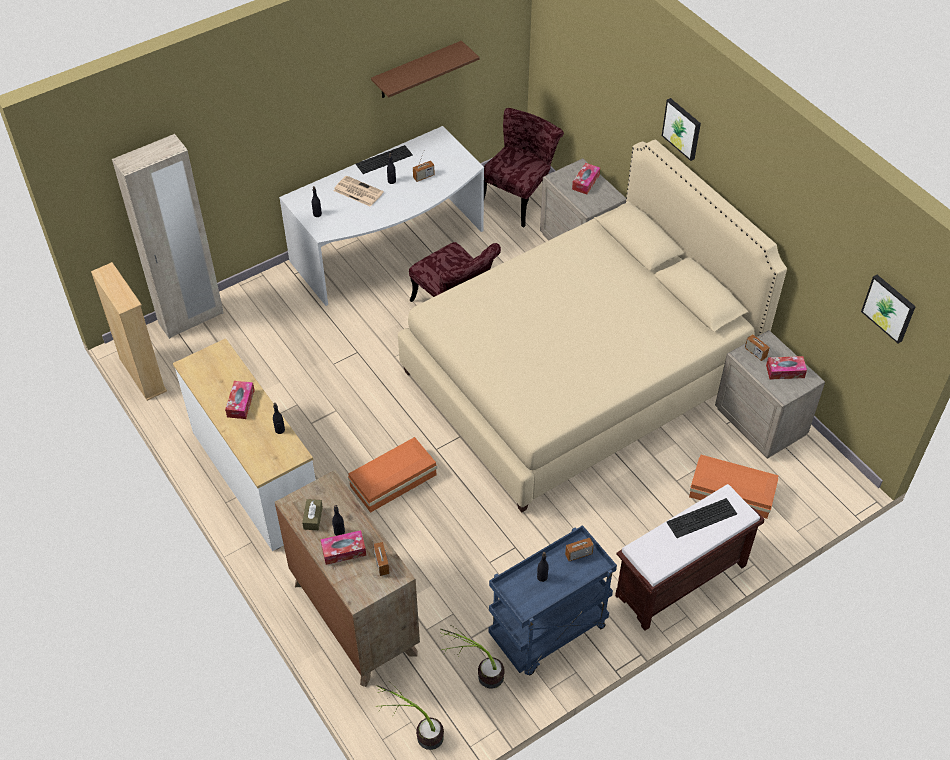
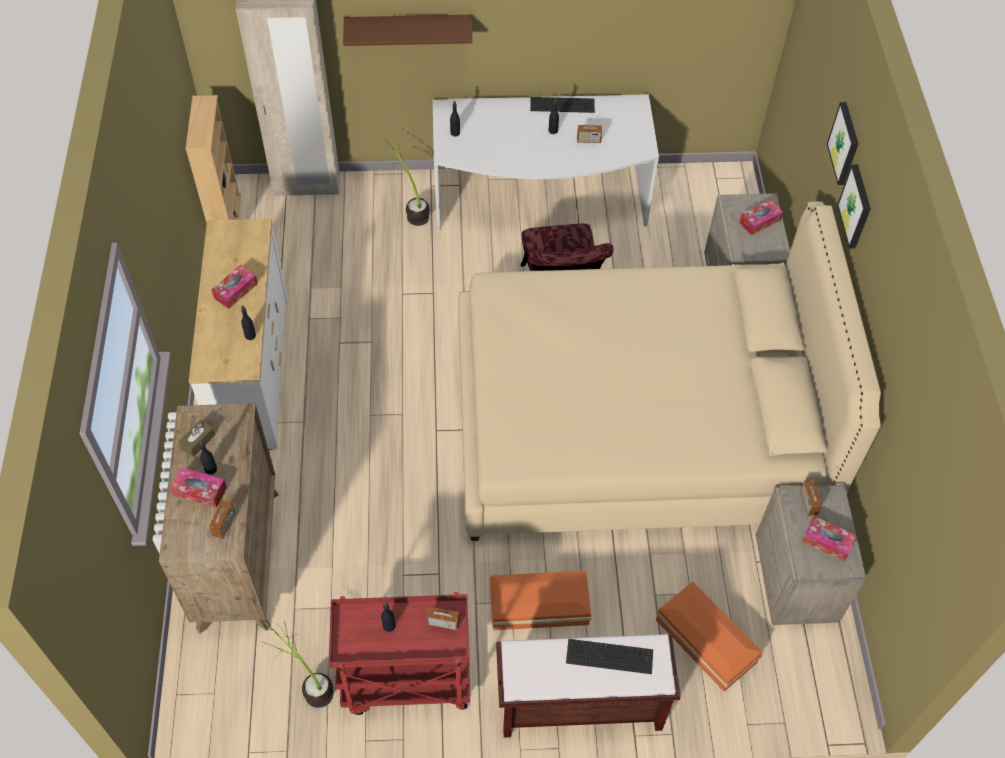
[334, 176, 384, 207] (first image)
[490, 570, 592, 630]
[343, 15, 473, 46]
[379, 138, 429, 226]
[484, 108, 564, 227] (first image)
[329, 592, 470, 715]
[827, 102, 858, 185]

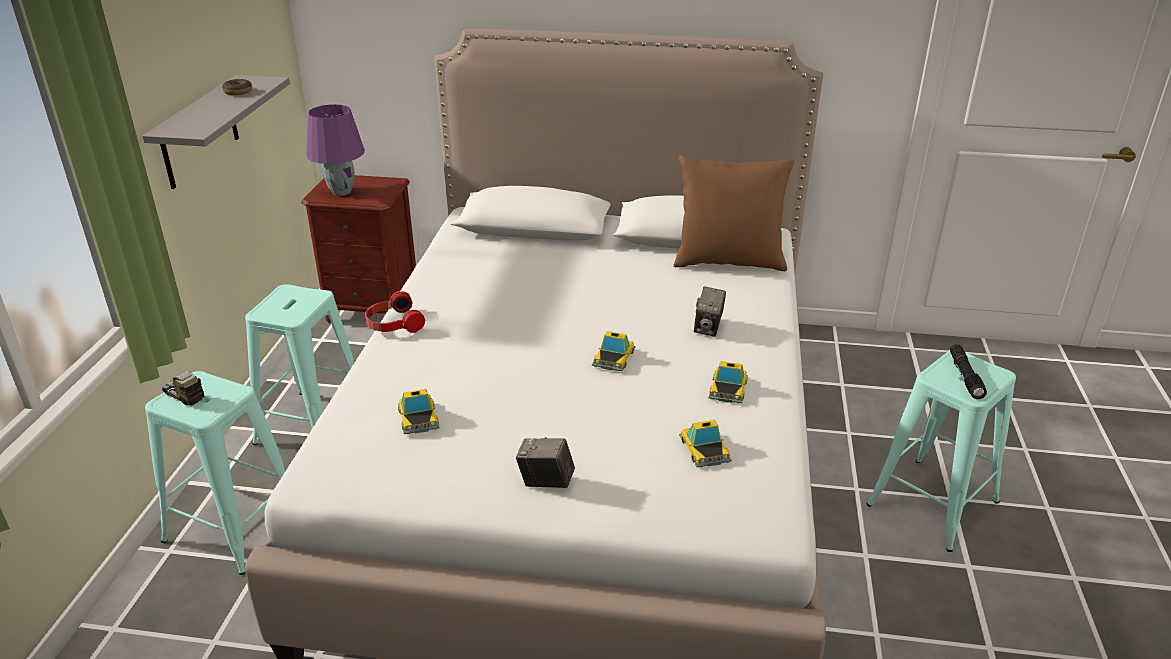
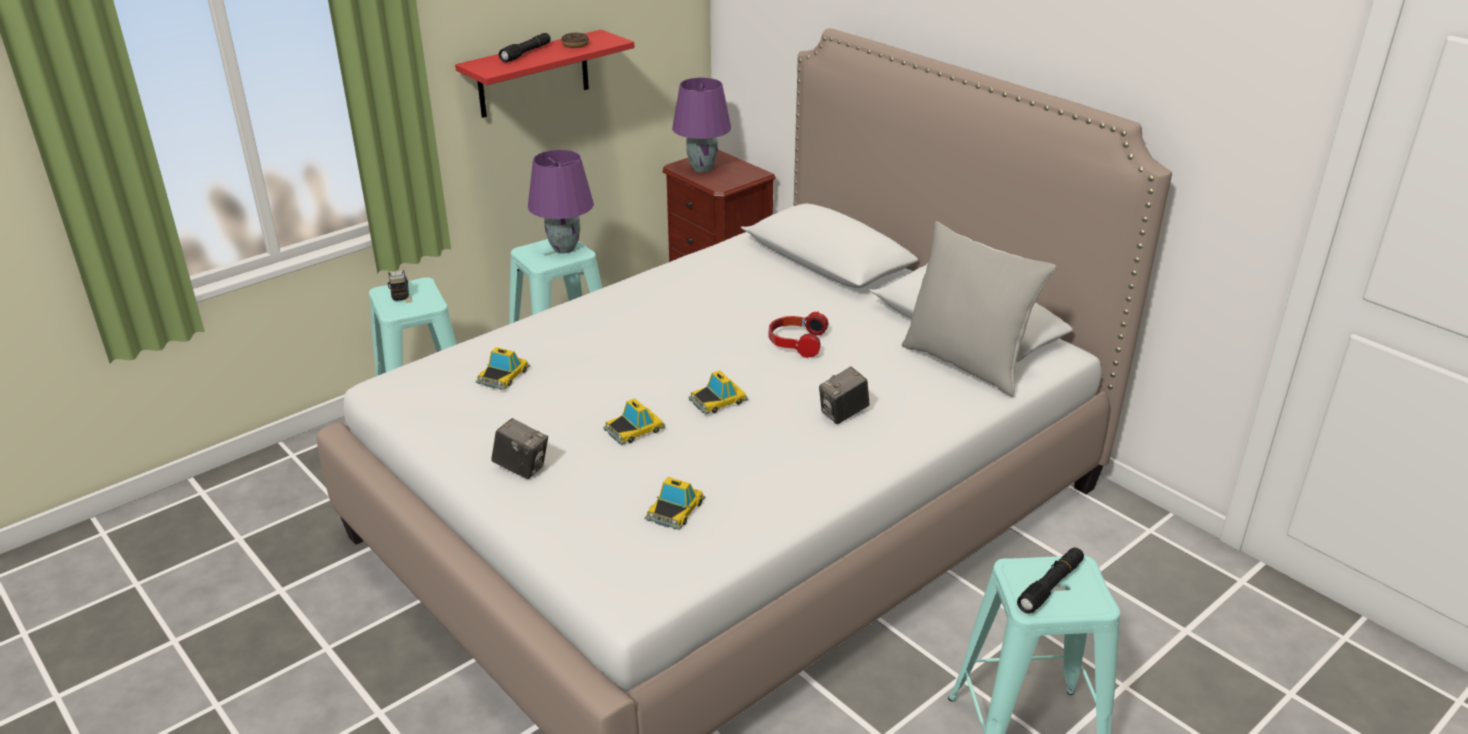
[455, 30, 635, 118]
[769, 312, 829, 358]
[491, 418, 548, 479]
[902, 221, 1056, 397]
[603, 398, 665, 445]
[499, 33, 551, 62]
[528, 150, 594, 253]

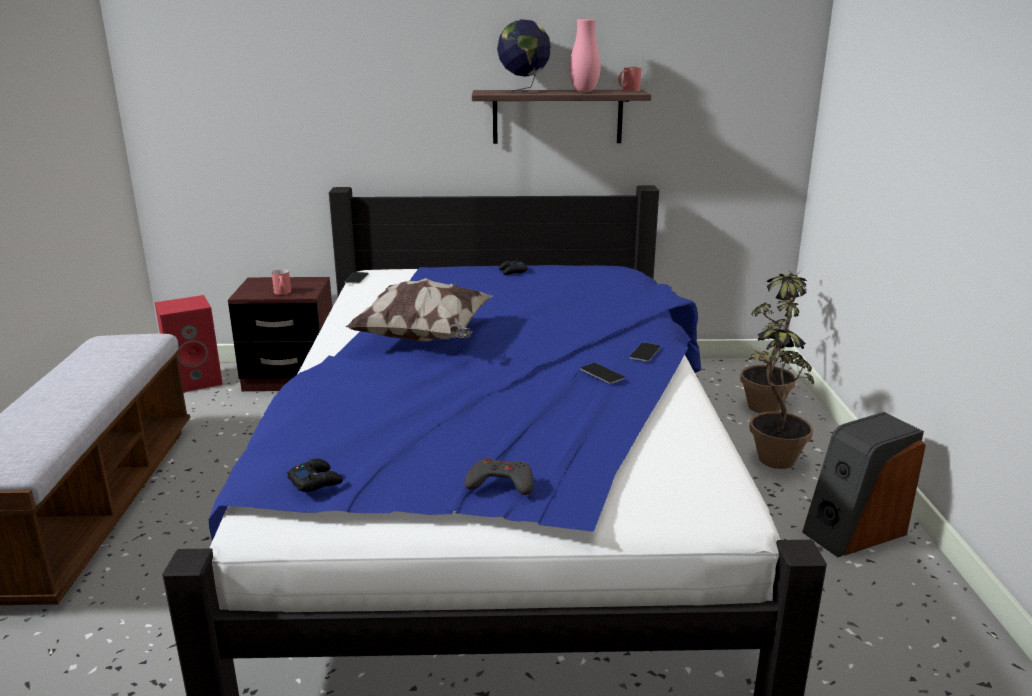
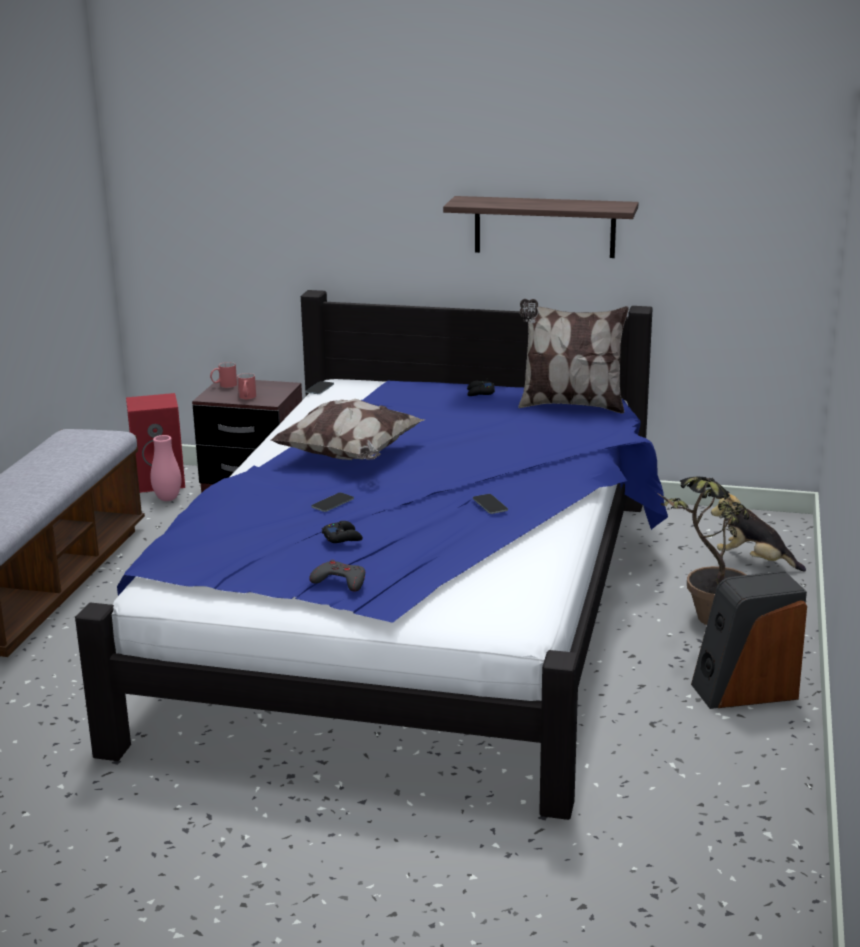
[322, 521, 363, 543]
[497, 19, 551, 94] (first image)
[151, 435, 181, 501]
[210, 362, 237, 388]
[311, 493, 354, 512]
[711, 493, 806, 572]
[518, 299, 629, 414]

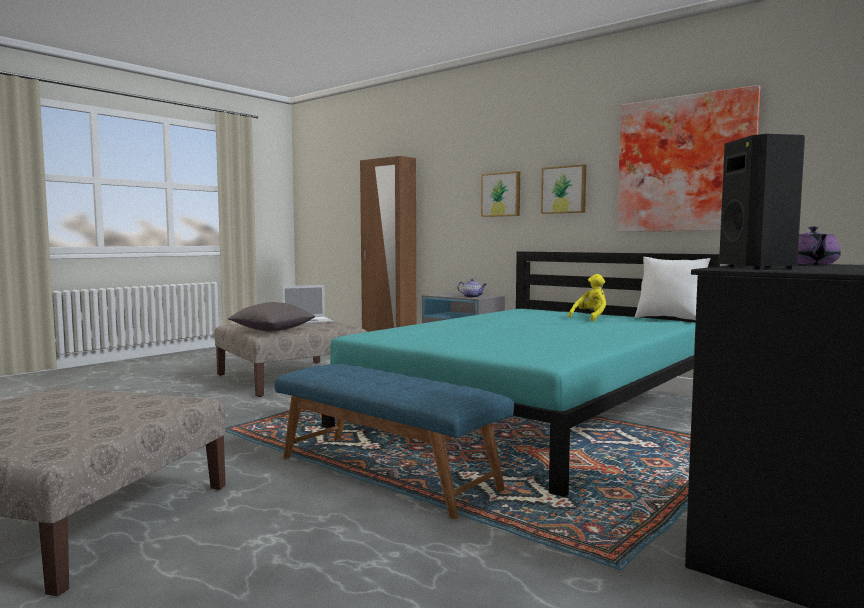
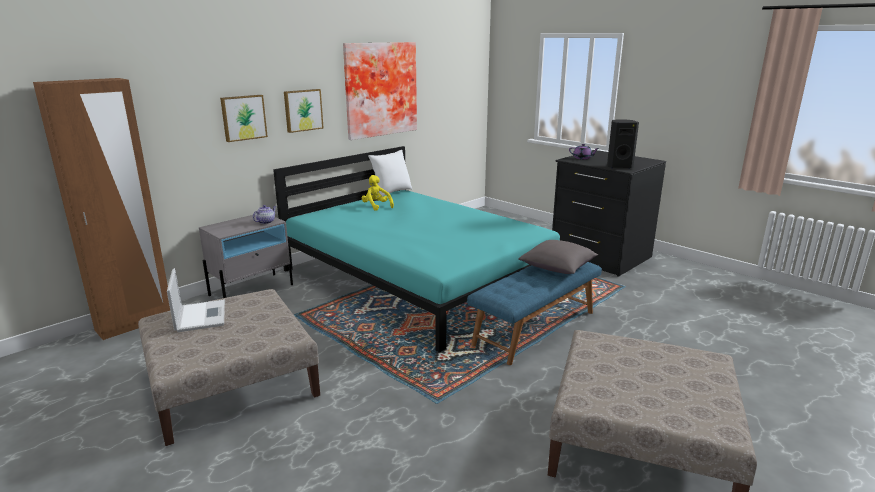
[518, 240, 598, 274]

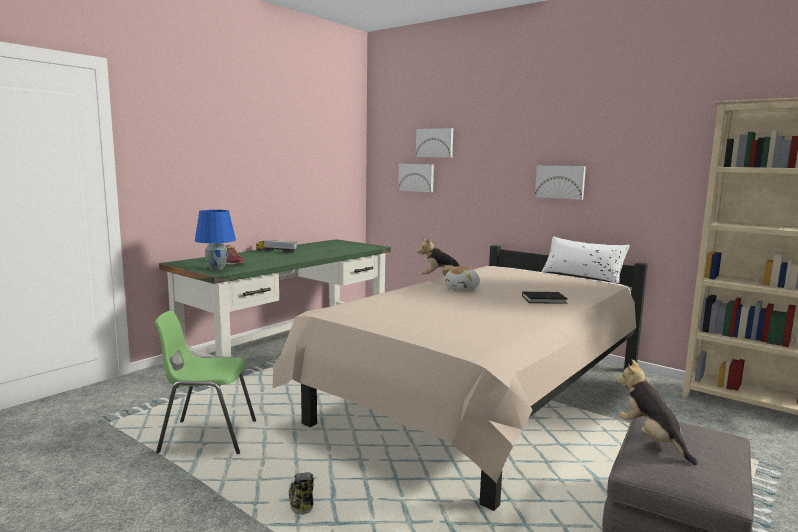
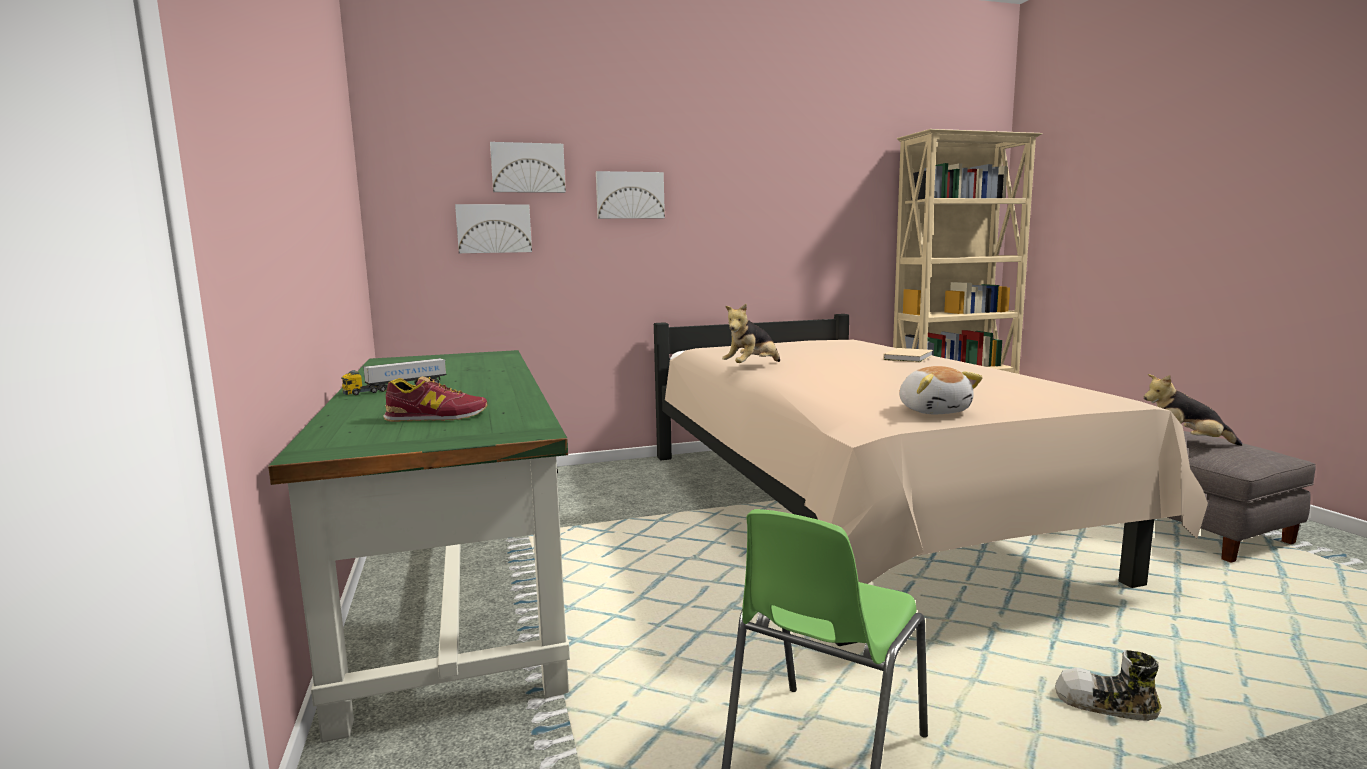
[195, 210, 236, 270] (first image)
[899, 366, 983, 414]
[883, 348, 933, 362]
[596, 171, 665, 219]
[542, 236, 630, 284] (first image)

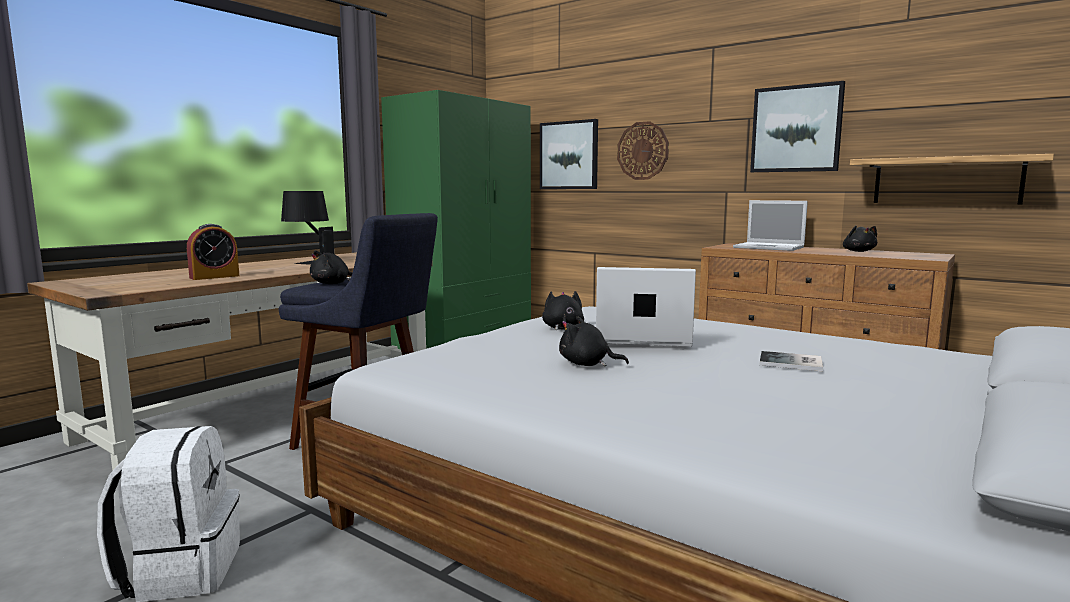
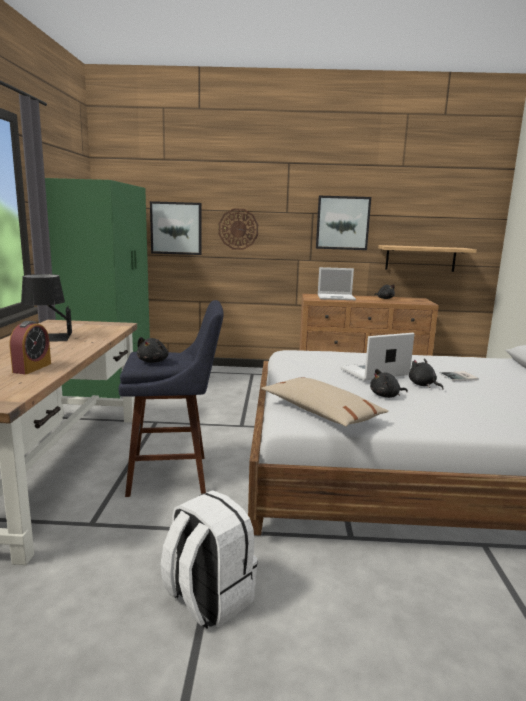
[409, 358, 443, 389]
[261, 378, 389, 427]

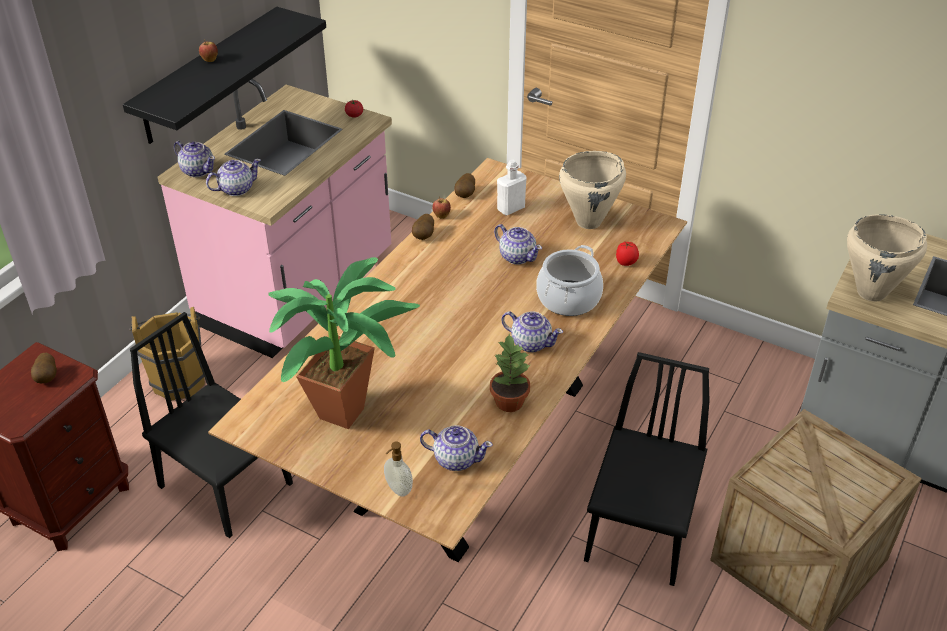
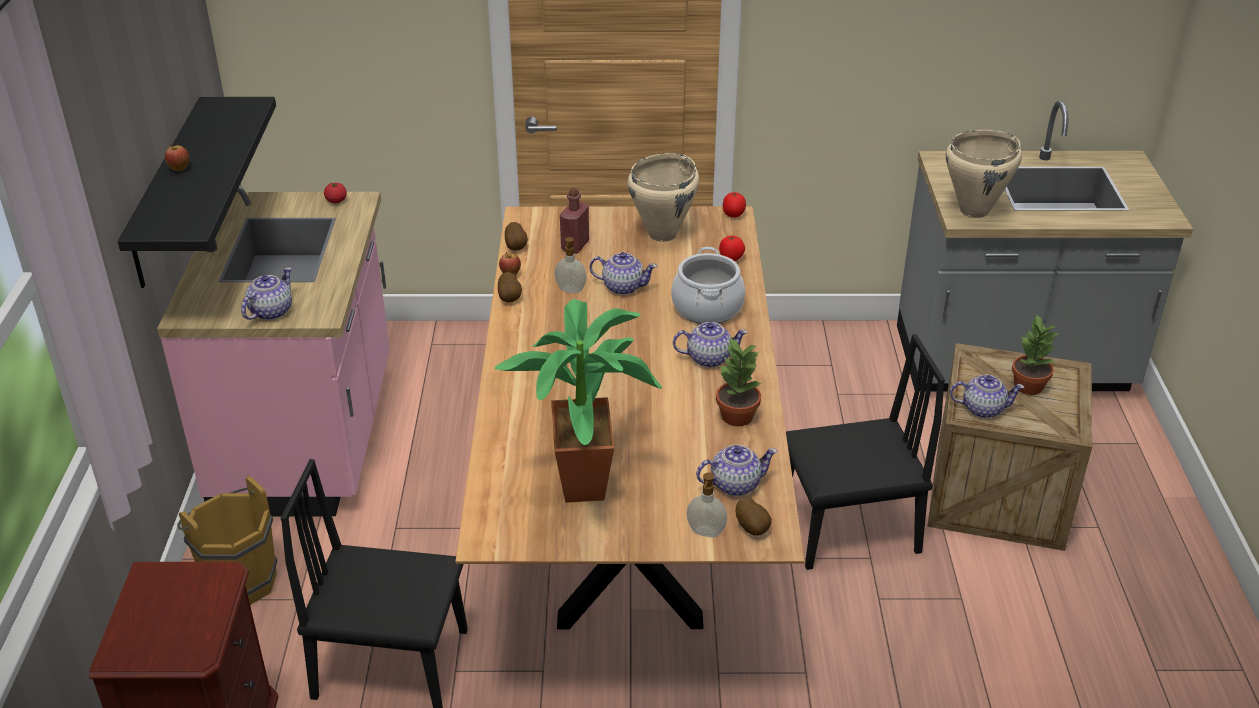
[735, 497, 772, 536]
[950, 375, 1025, 418]
[560, 188, 589, 254]
[786, 334, 945, 570]
[555, 237, 586, 293]
[723, 192, 746, 218]
[1012, 315, 1059, 395]

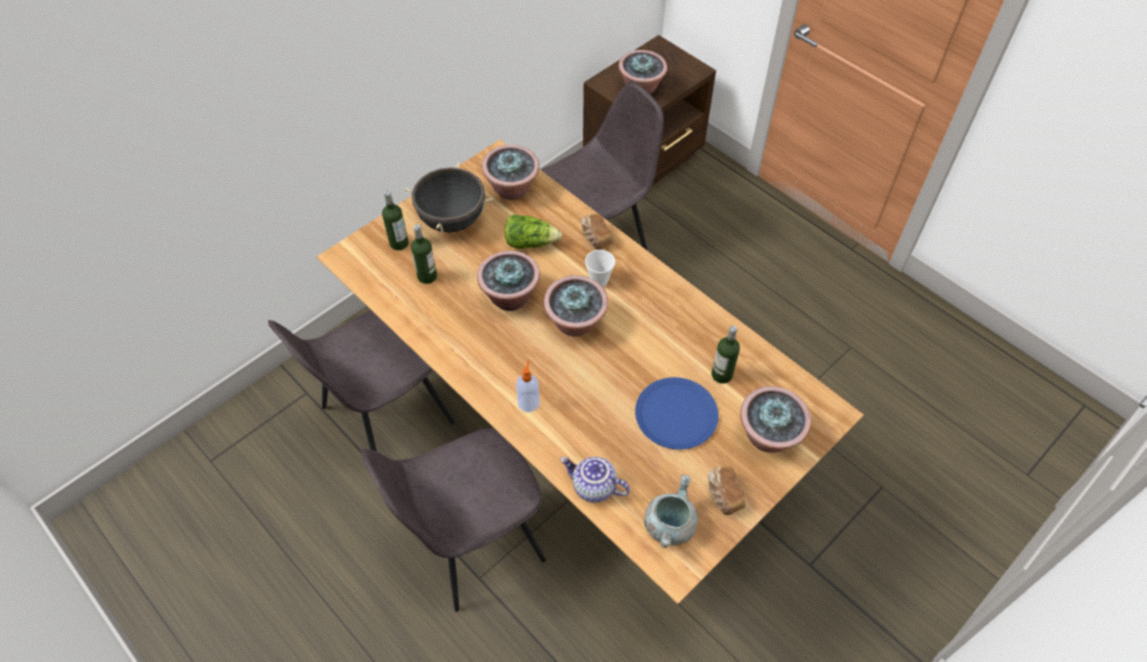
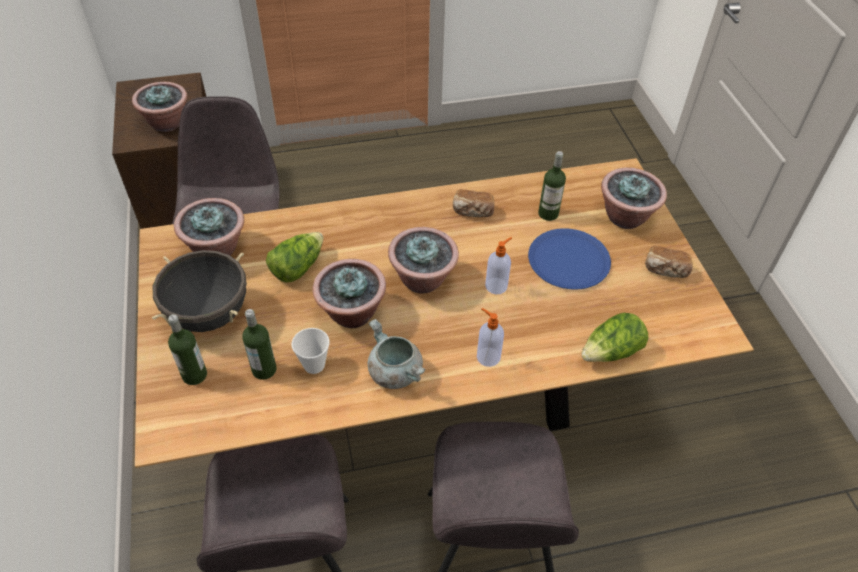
[581, 313, 648, 362]
[453, 189, 494, 217]
[292, 328, 330, 374]
[368, 319, 426, 389]
[485, 237, 512, 294]

